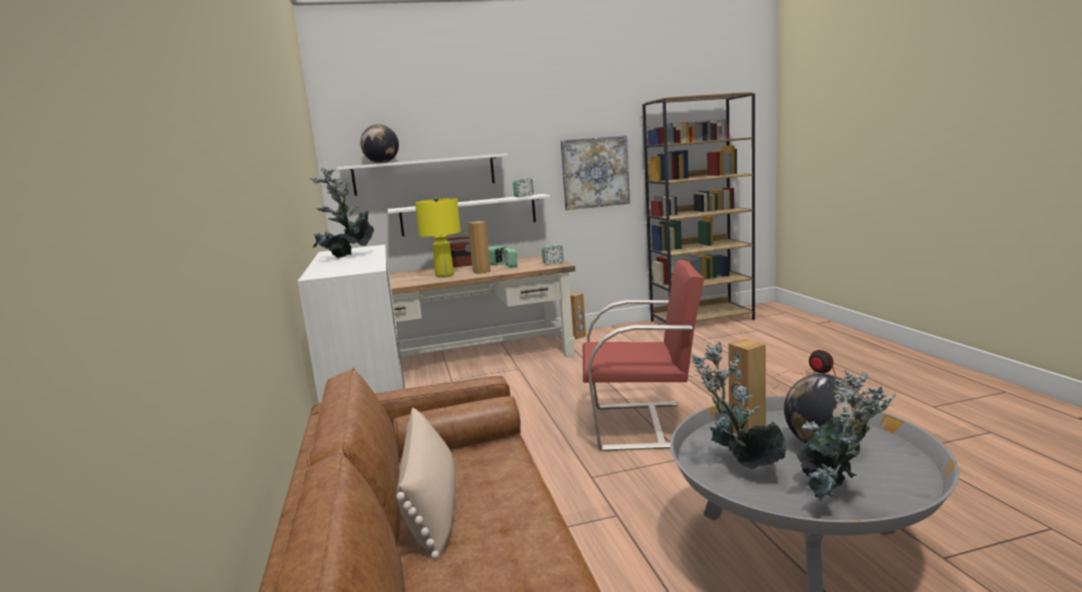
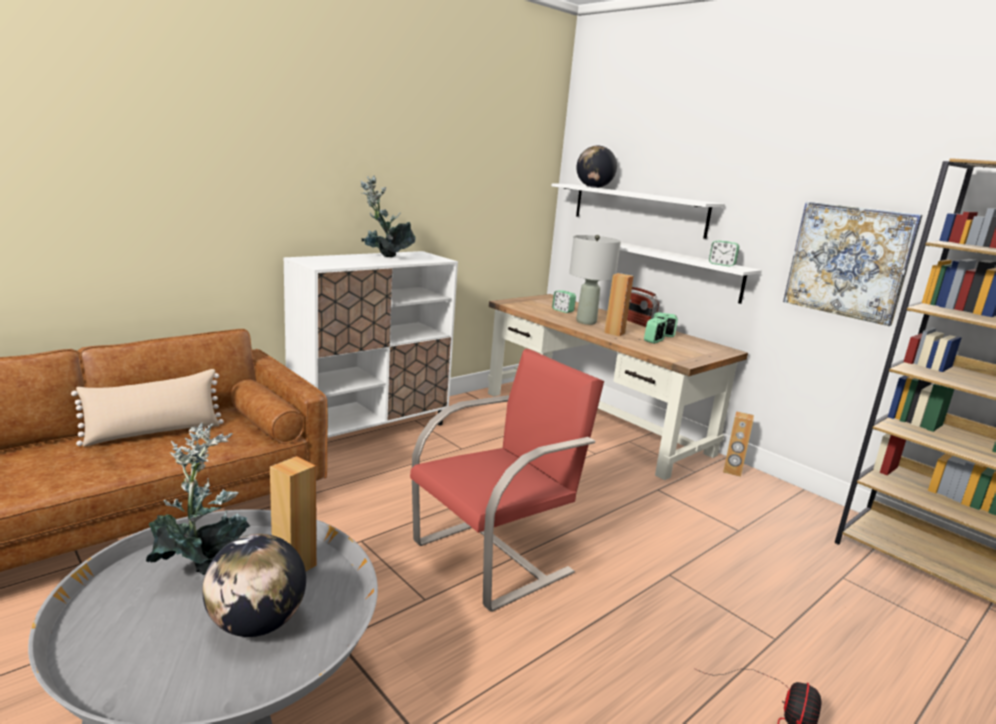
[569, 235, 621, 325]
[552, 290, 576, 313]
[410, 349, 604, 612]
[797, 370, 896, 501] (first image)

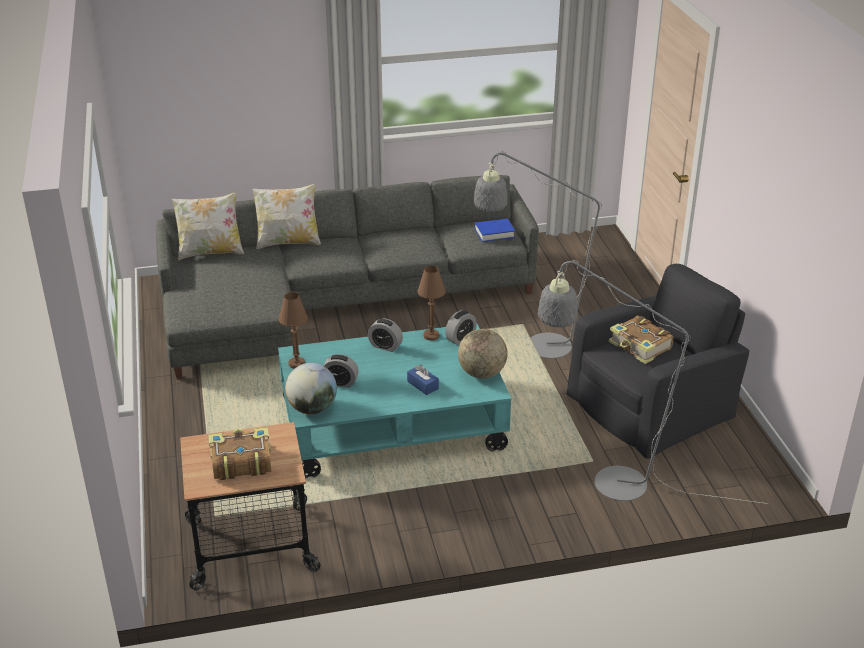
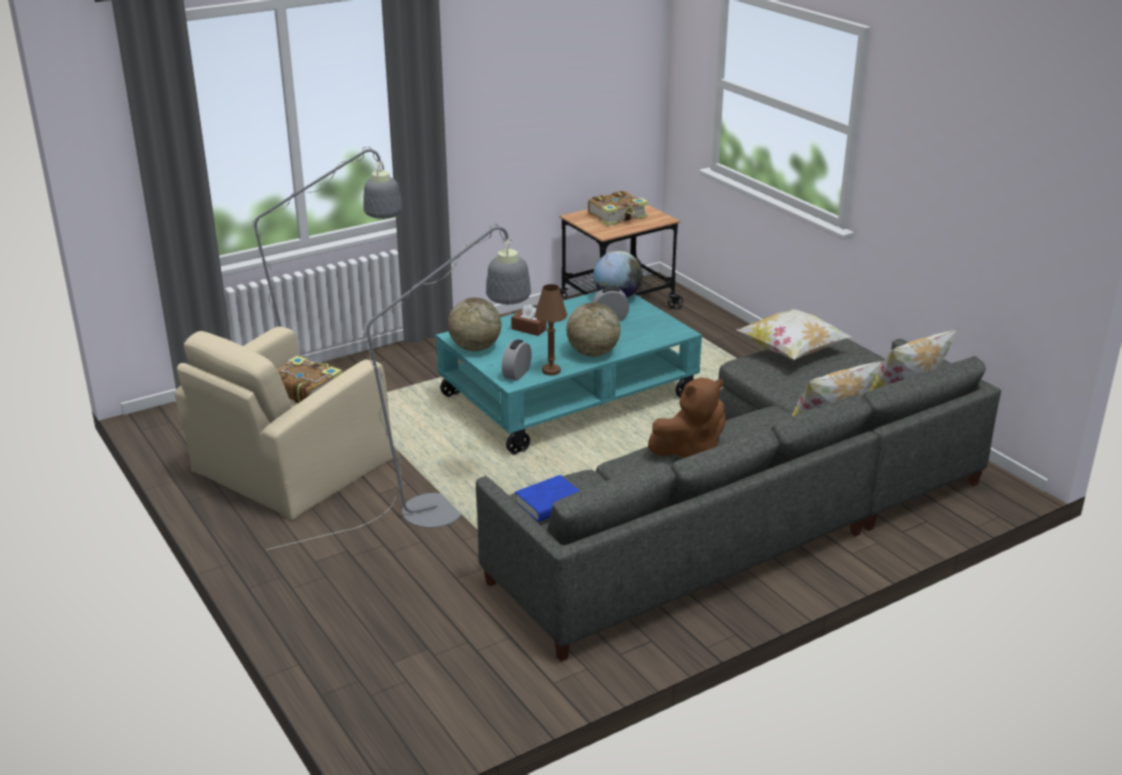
[279, 292, 308, 369] (first image)
[566, 302, 620, 357]
[511, 304, 547, 336]
[175, 327, 393, 520]
[648, 377, 725, 458]
[737, 309, 852, 360]

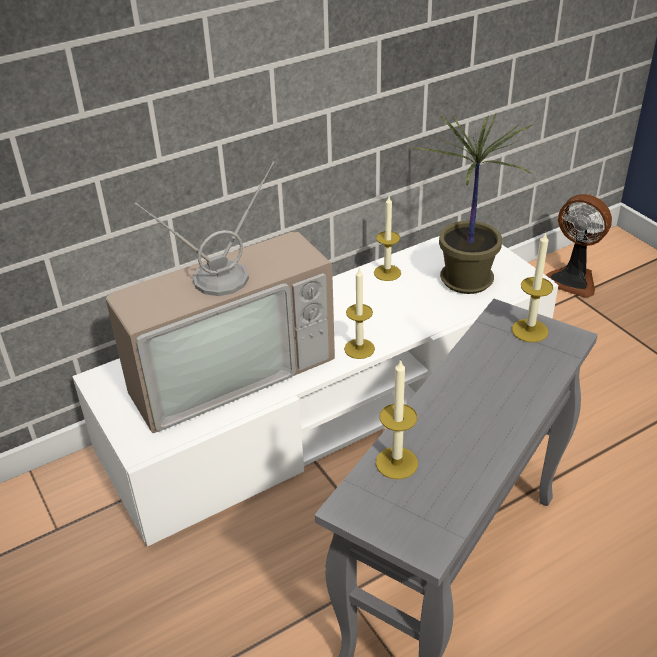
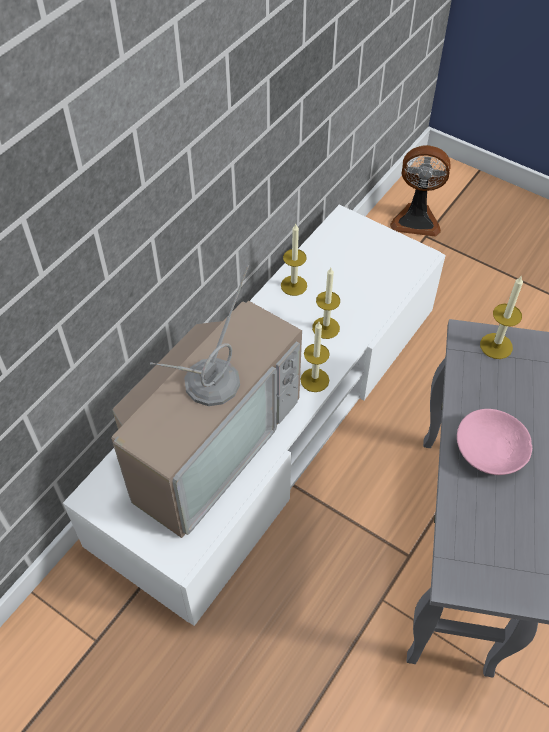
[312, 268, 340, 339]
[411, 113, 533, 294] (first image)
[457, 409, 532, 475]

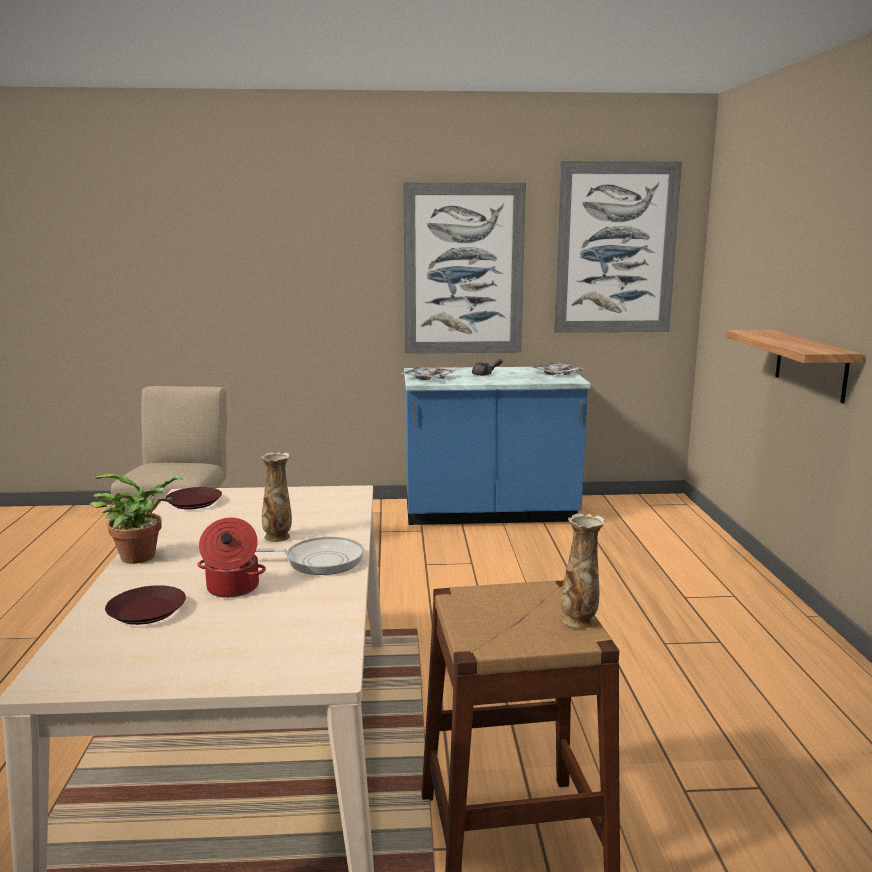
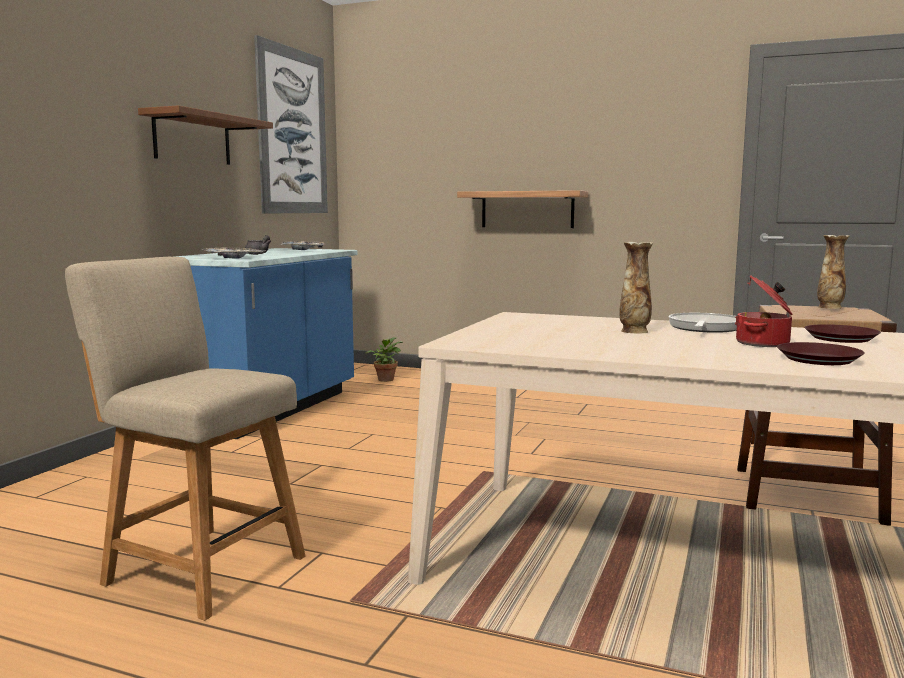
[366, 337, 403, 382]
[805, 324, 881, 343]
[138, 105, 273, 165]

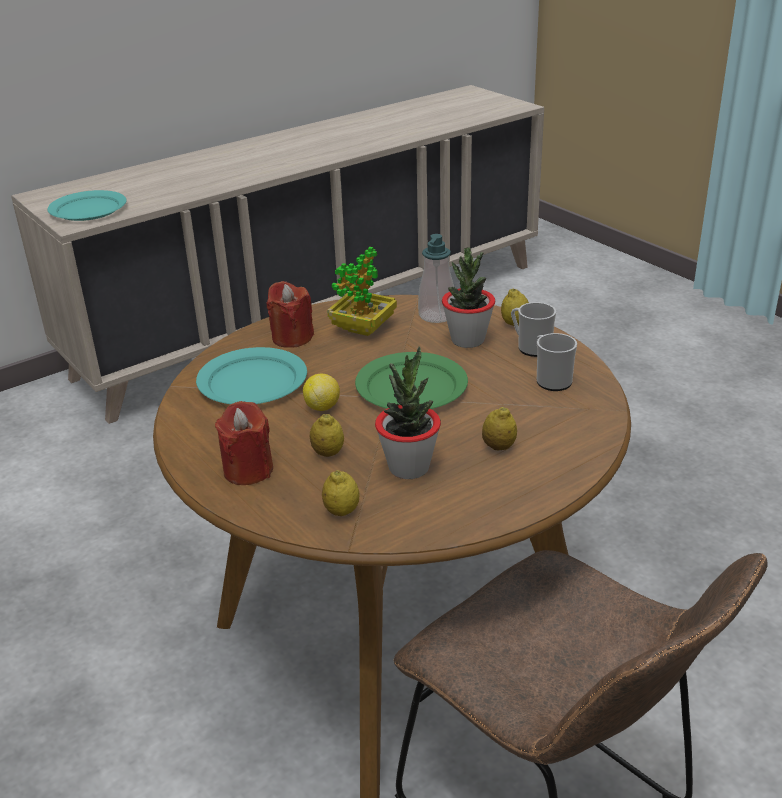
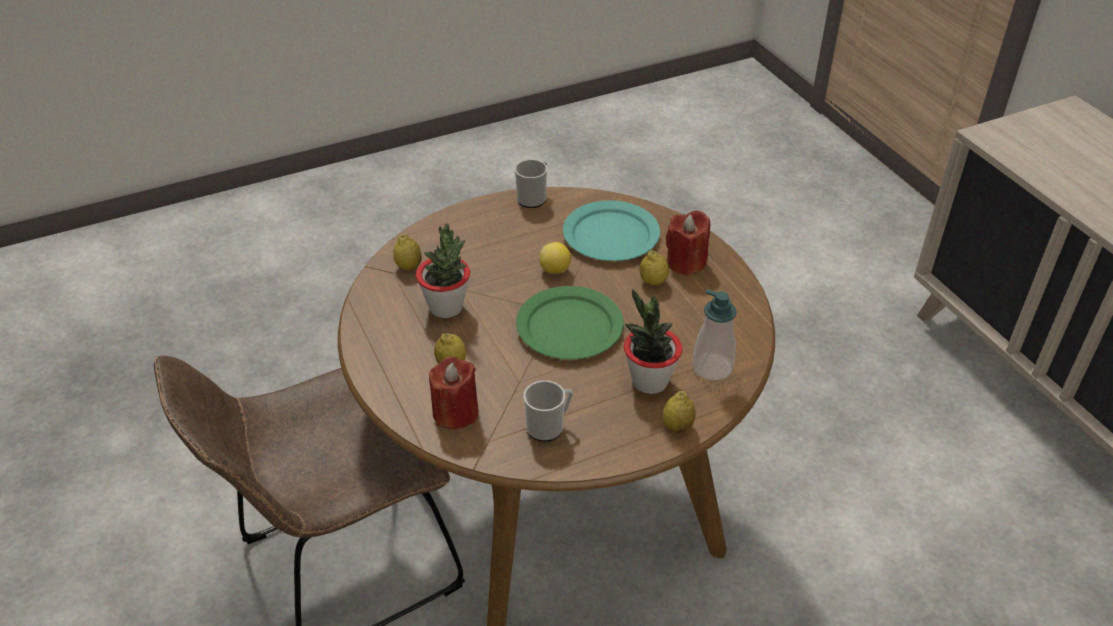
[47, 190, 127, 221] (first image)
[429, 357, 479, 429]
[640, 250, 669, 285]
[327, 247, 397, 336] (first image)
[514, 159, 547, 208]

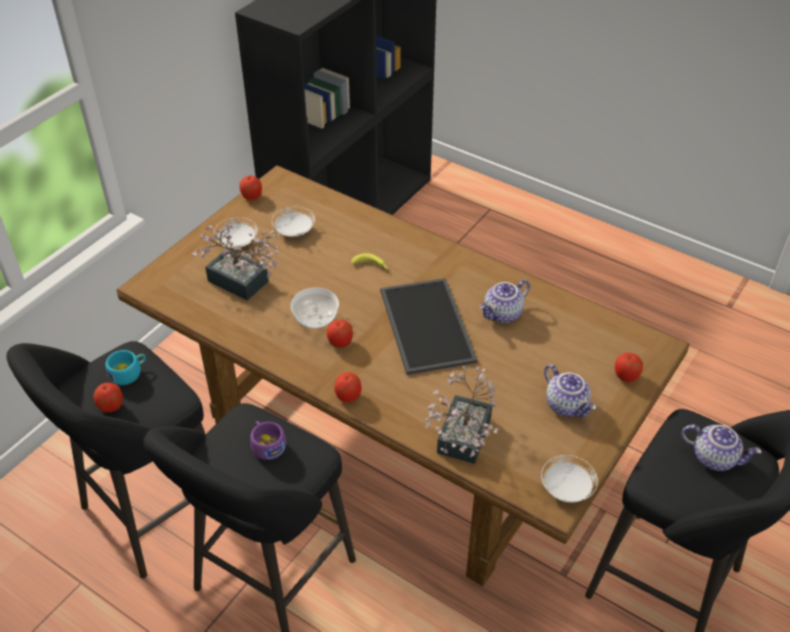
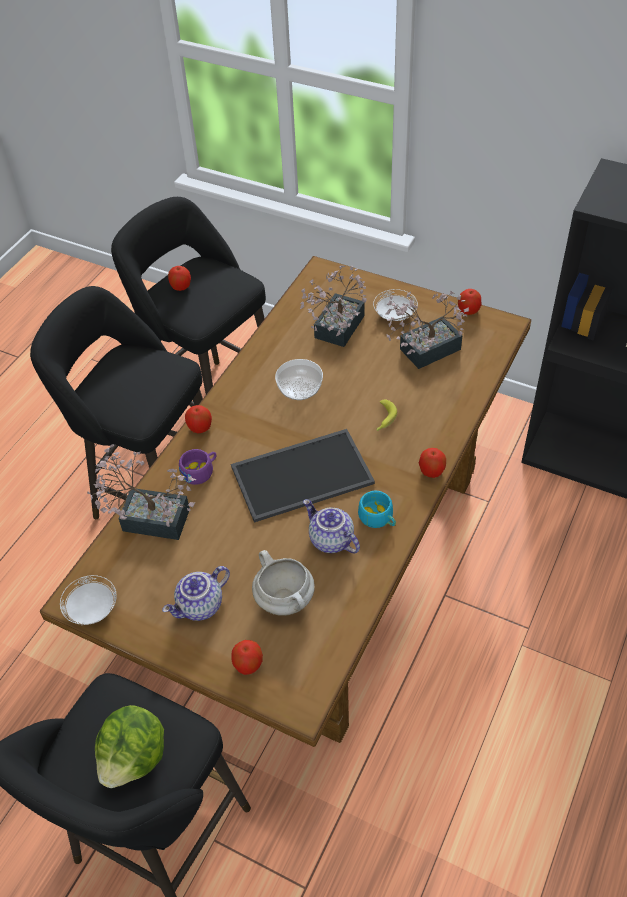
[358, 491, 396, 528]
[179, 449, 216, 485]
[385, 291, 469, 369]
[419, 448, 446, 478]
[95, 705, 164, 788]
[252, 550, 315, 616]

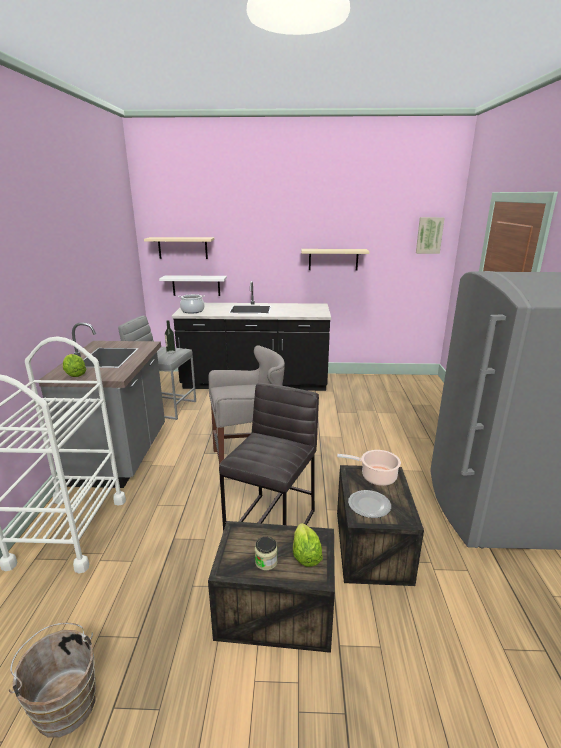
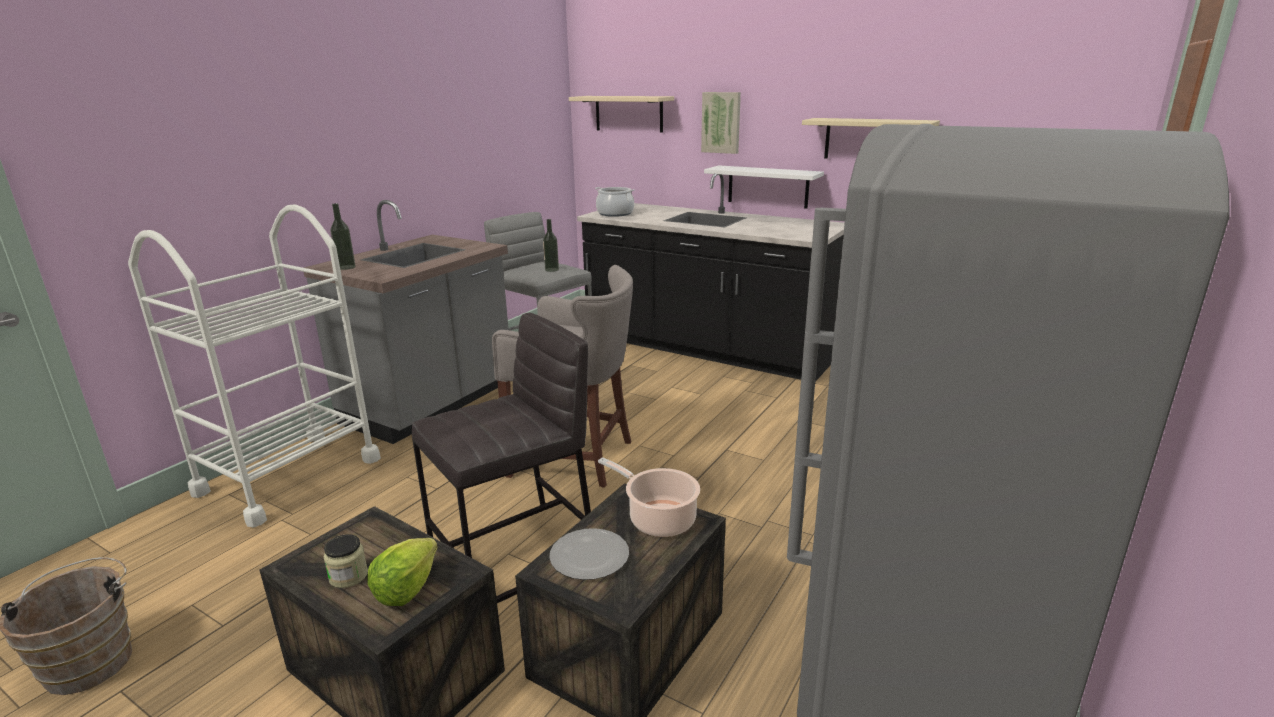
[330, 203, 356, 270]
[704, 165, 824, 209]
[701, 92, 741, 154]

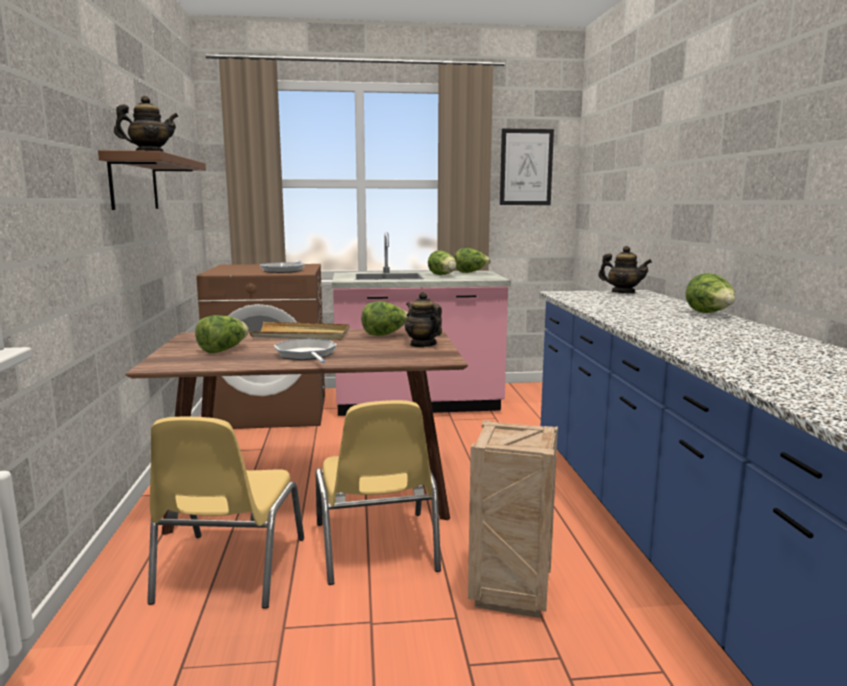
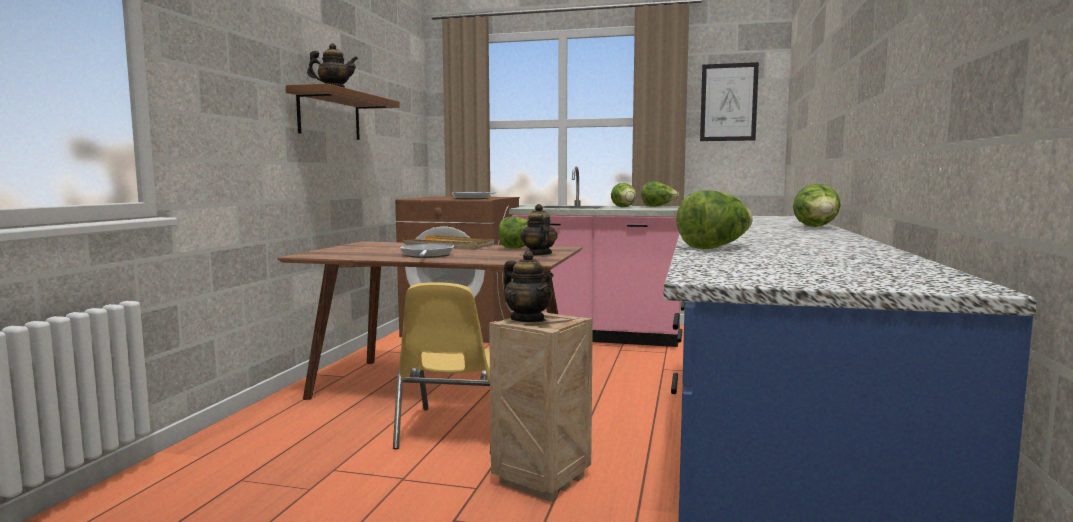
[147, 417, 304, 609] (first image)
[676, 190, 753, 249]
[504, 250, 554, 322]

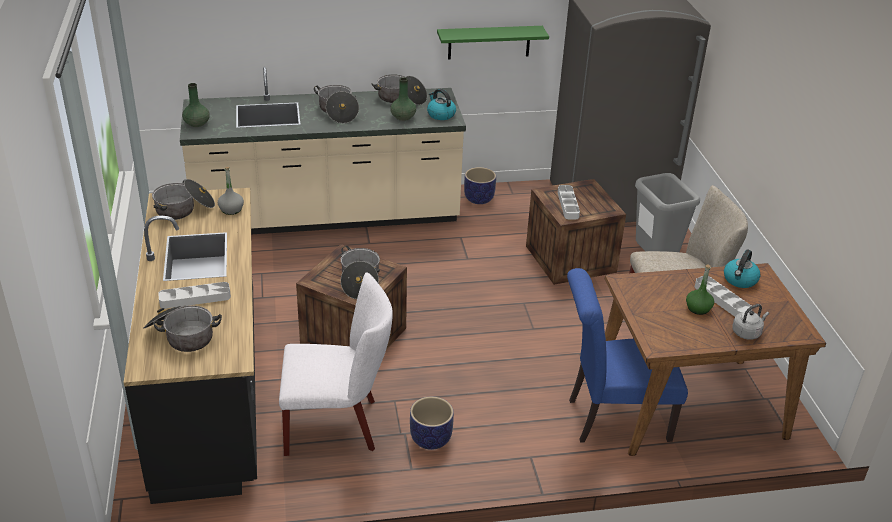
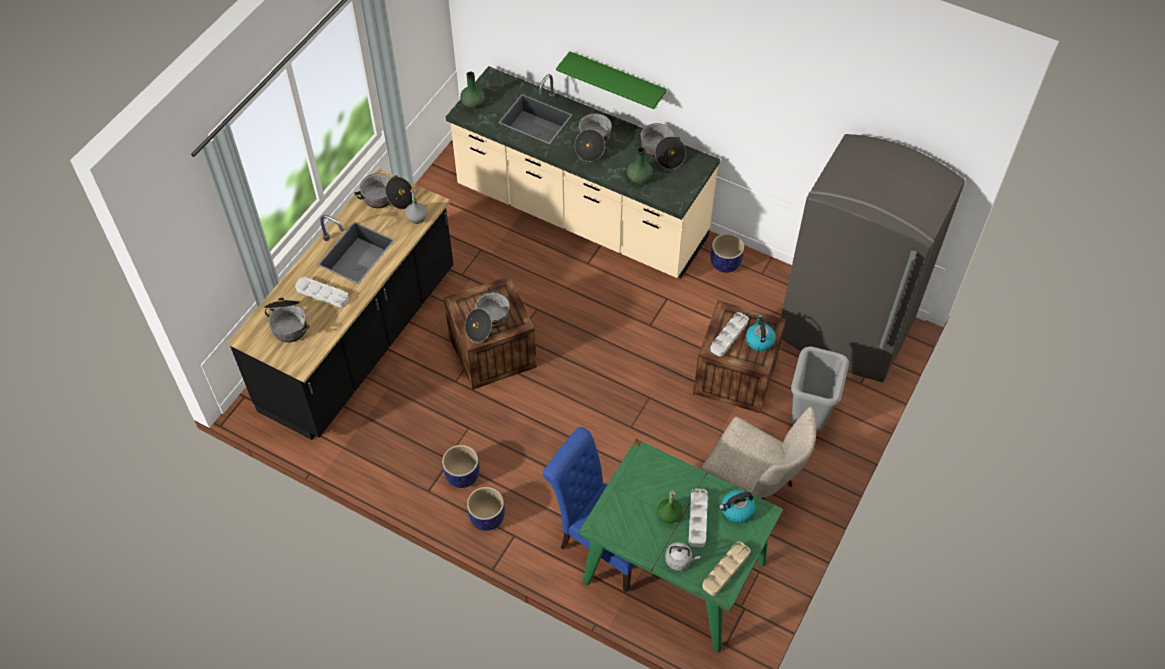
[279, 273, 393, 456] (first image)
[745, 315, 776, 351]
[556, 51, 667, 109]
[578, 439, 783, 652]
[467, 487, 505, 531]
[702, 542, 750, 596]

